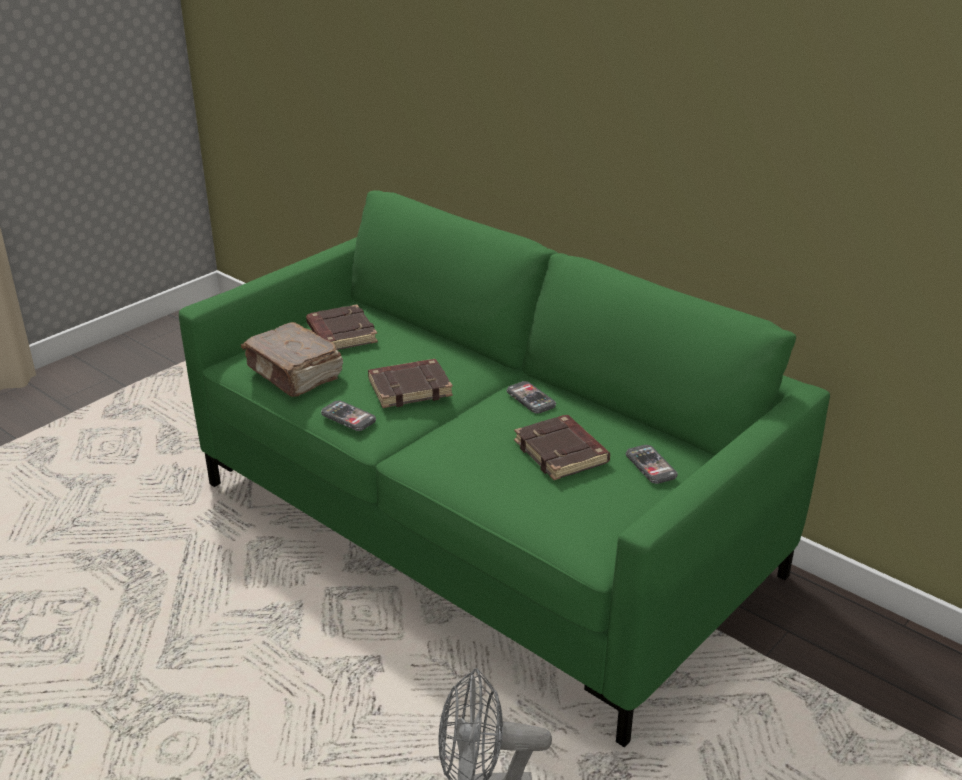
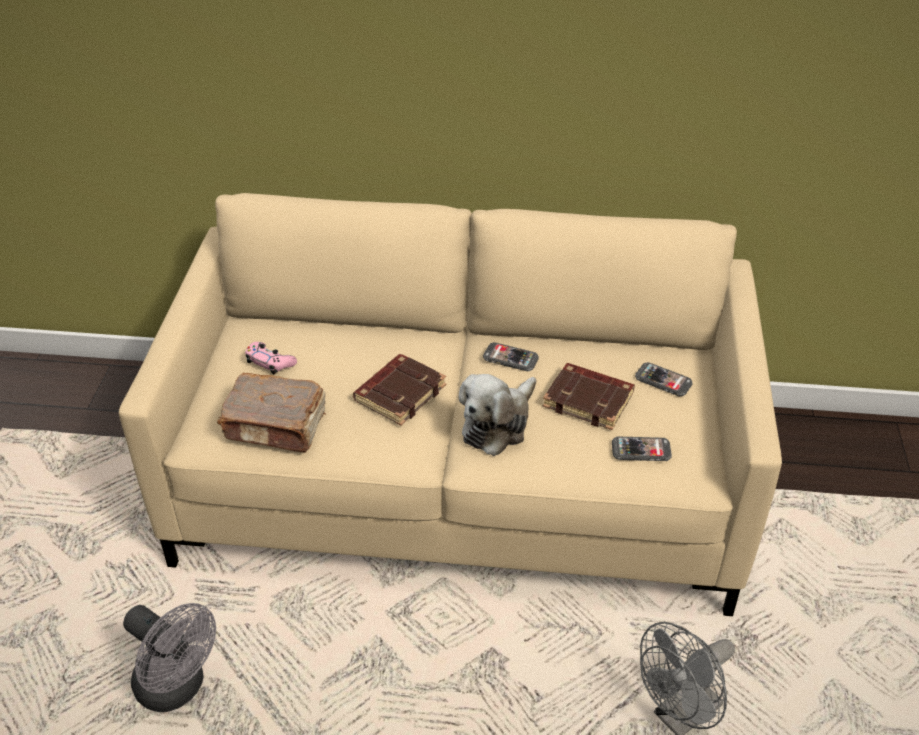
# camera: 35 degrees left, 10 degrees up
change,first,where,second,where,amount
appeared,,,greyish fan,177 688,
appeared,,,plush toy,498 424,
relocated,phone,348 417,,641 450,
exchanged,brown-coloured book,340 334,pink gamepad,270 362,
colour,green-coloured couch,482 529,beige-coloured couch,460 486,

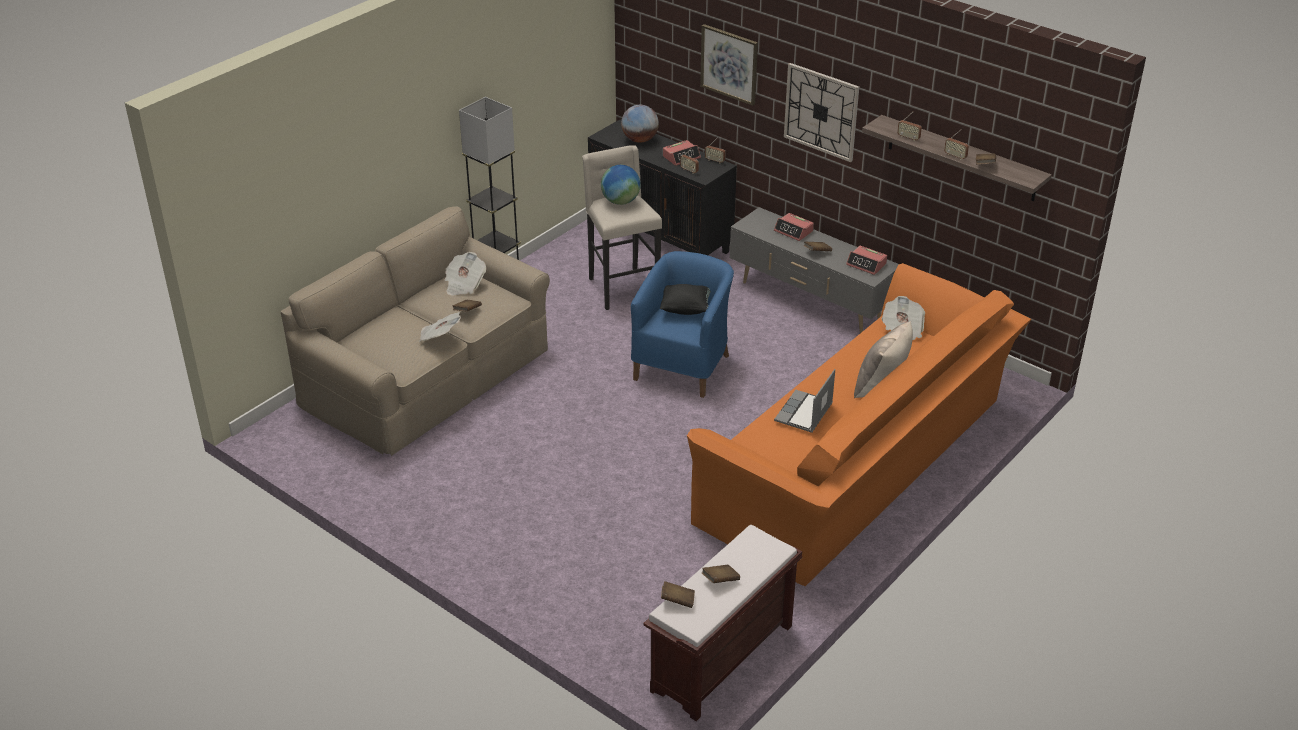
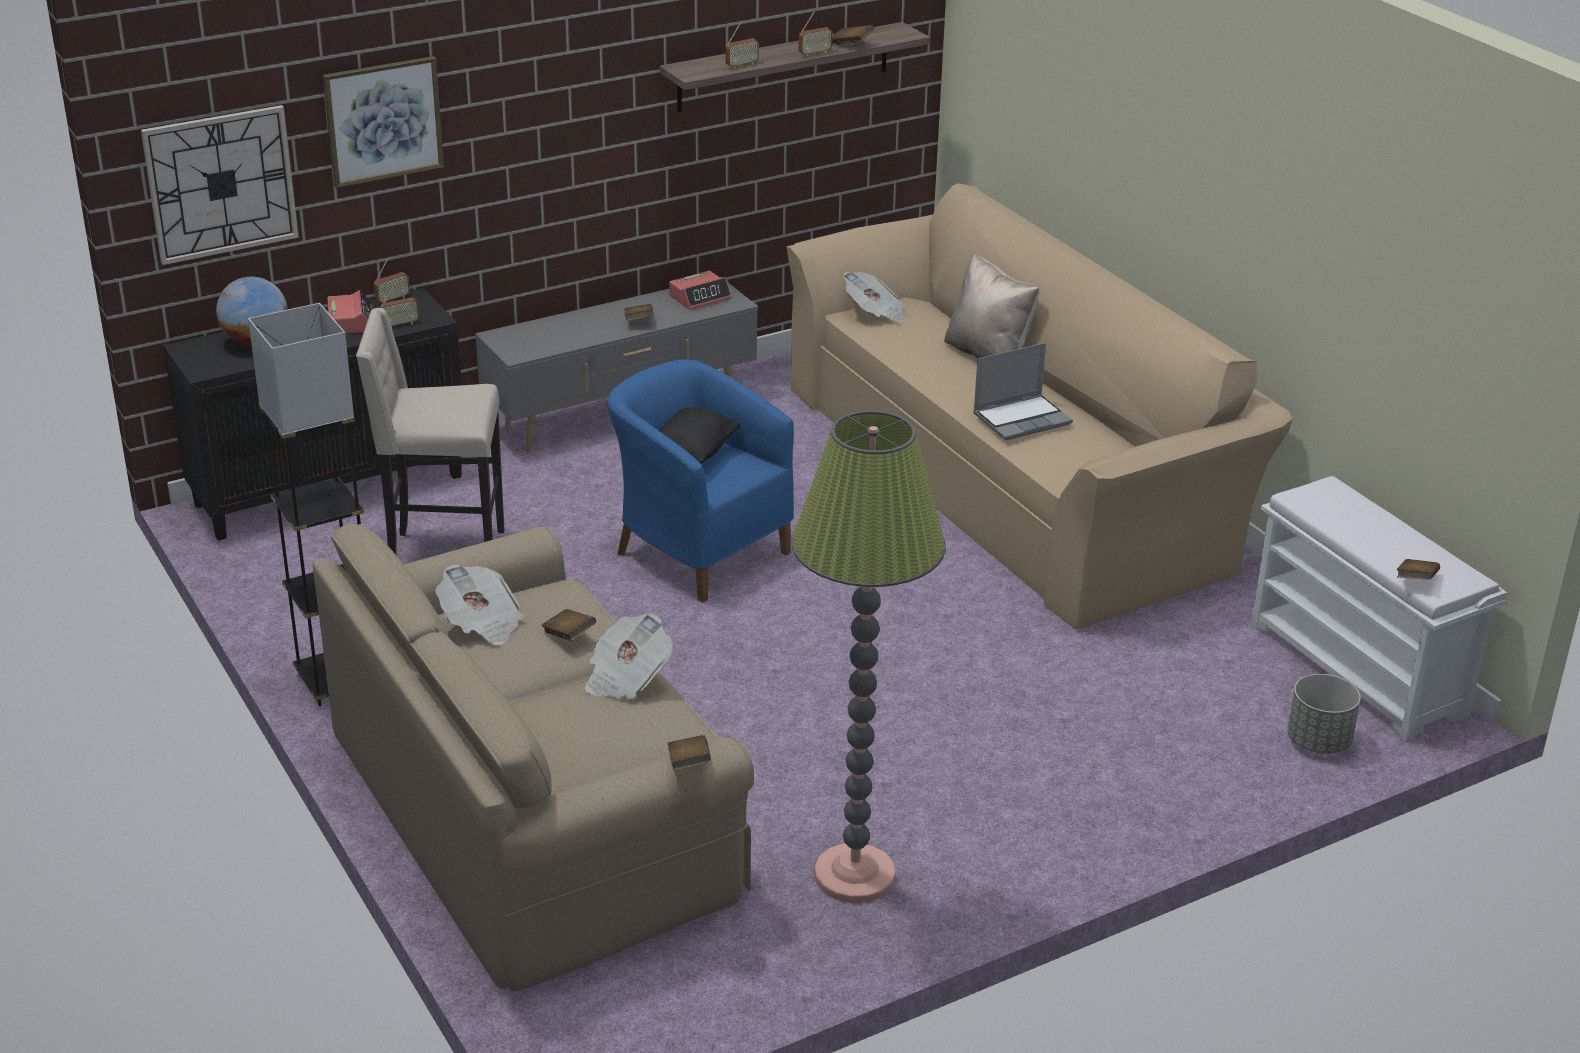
# camera: 70 degrees left, 5 degrees down
change,first,where,second,where,amount
missing,world globe,621 201,,,
missing,bedside clock,793 231,,,
appeared,,,floor lamp,855 875,
appeared,,,greyish plant pot,1318 742,
relocated,brown-coloured book,720 580,,689 764,
relocated,clock on the wall,821 112,,221 184,
colour,brown-coloured long seat,721 660,whitish long seat,1358 671,
colour,orange couch,861 465,beige-coloured couch,1014 473,
spun,notebook computer,804 413,,1022 418,75 degrees counterclockwise

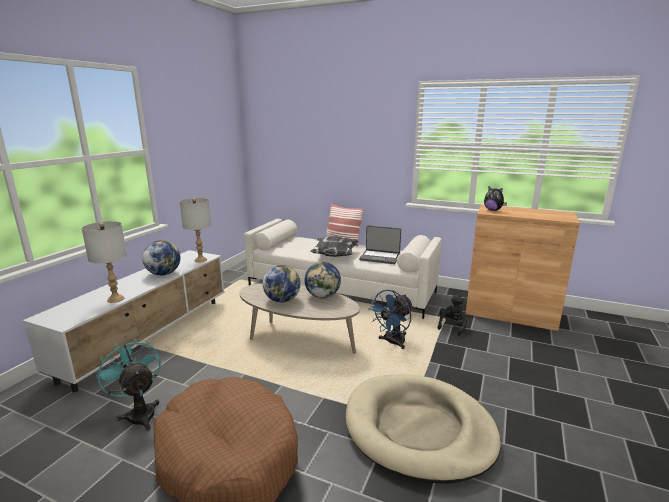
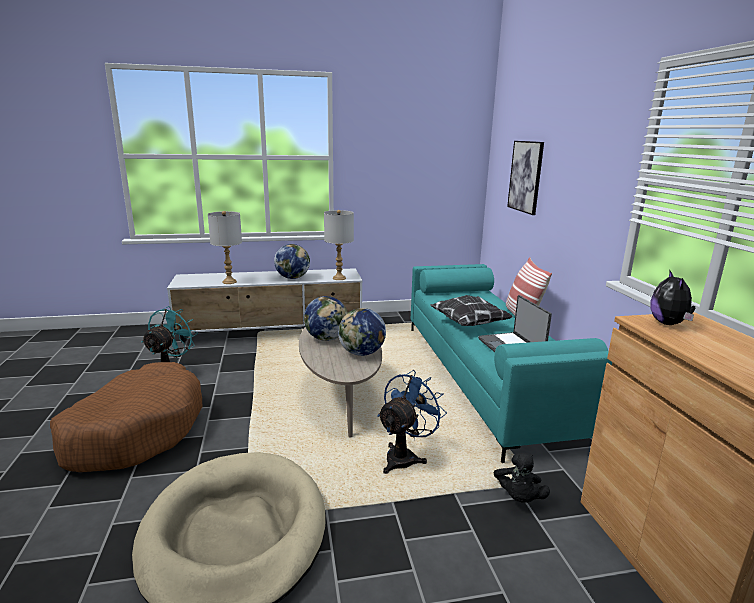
# camera: 55 degrees right, 0 degrees up
change,first,where,second,where,amount
appeared,,,wall art,525 176,
colour,whitish couch,341 289,blue-green couch,487 378,
spun,blue fan,392 343,,405 457,120 degrees clockwise
spun,blackish plush toy,452 326,,518 497,105 degrees clockwise

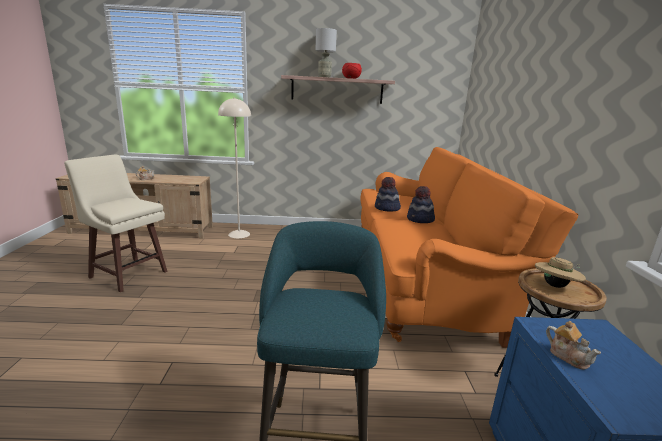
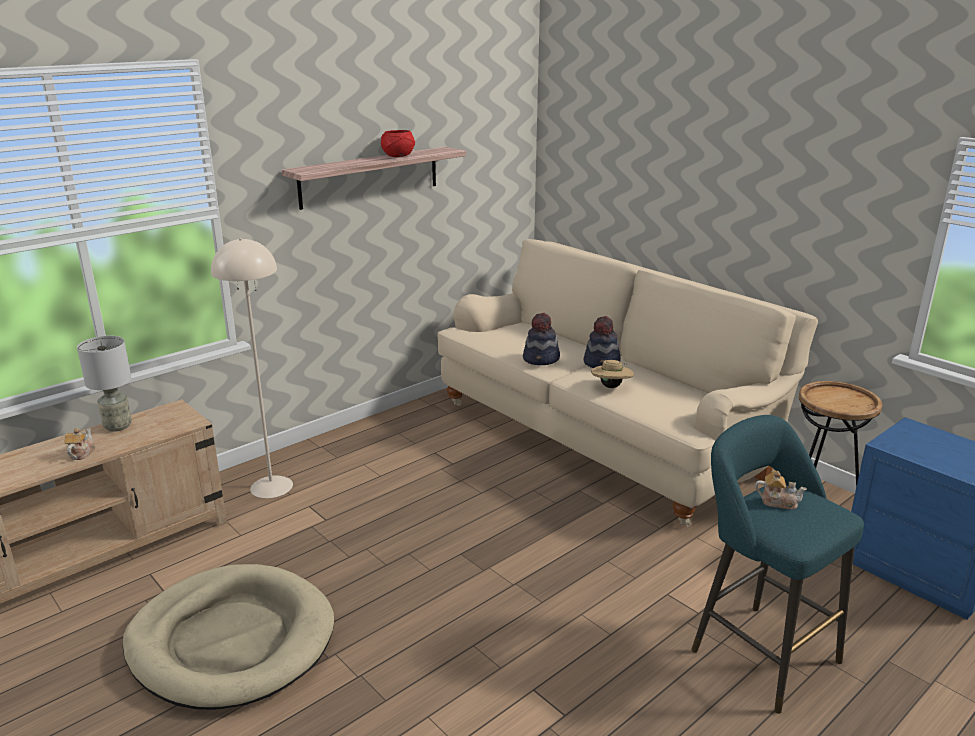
# camera: 40 degrees left, 5 degrees up
change,first,where,second,where,amount
relocated,greyish lamp for a table,324 77,,118 426,
relocated,beige-coloured clothing hat,555 286,,611 387,
relocated,tea pot,568 356,,778 502,
exchanged,beige-coloured sitting stool,128 273,beige-coloured pet bed,231 641,
colour,orange couch,423 276,beige-coloured couch,602 436,

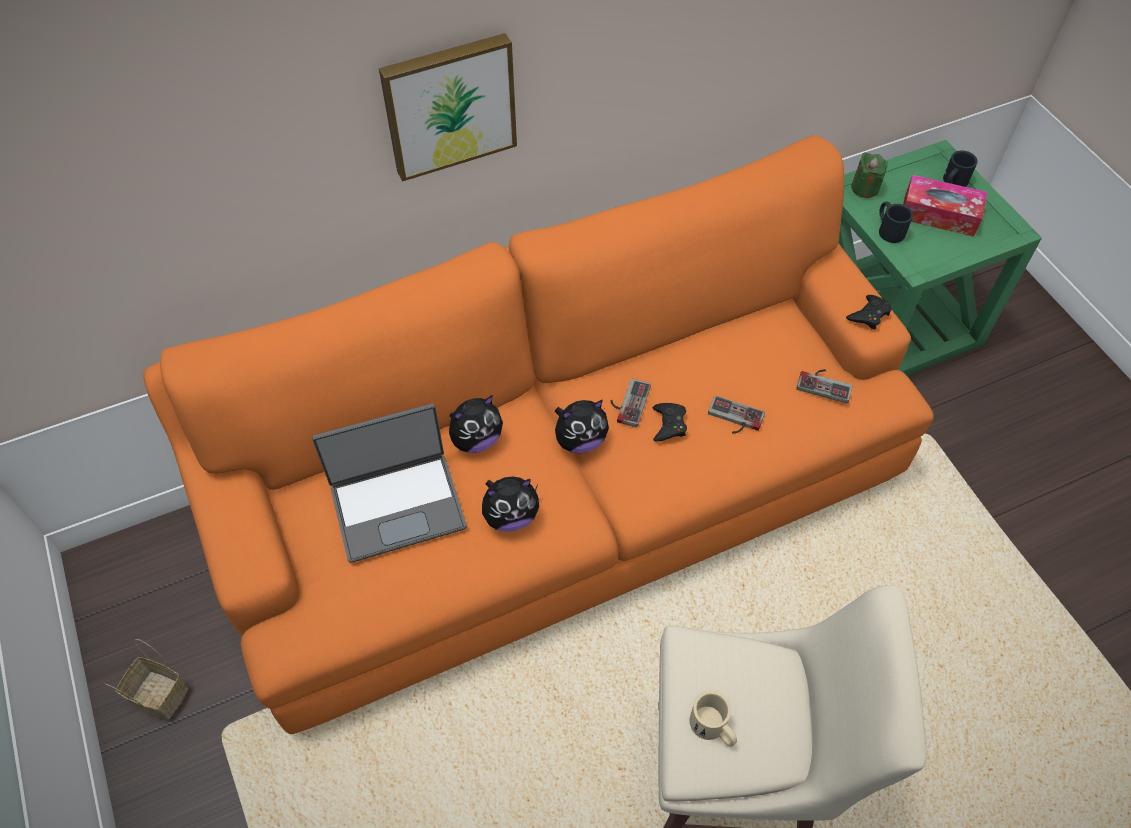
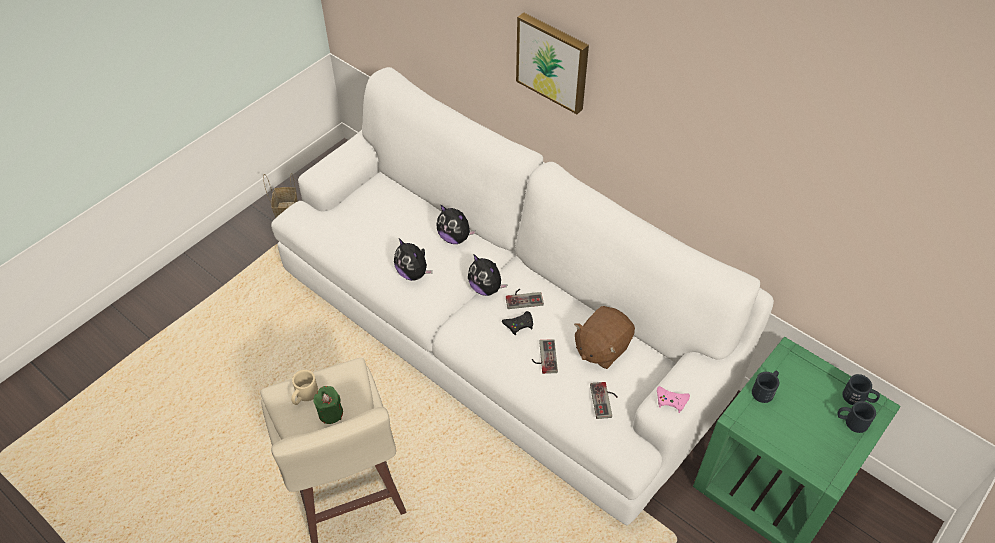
# camera: 65 degrees right, 5 degrees down
change,first,where,second,where,amount
missing,notebook computer,397 505,,,
missing,tissue box,939 214,,,
appeared,,,brown-coloured plush toy,601 348,
appeared,,,blackish coffee mug,858 398,
relocated,green-coloured wax light,865 188,,330 413,
colour,orange couch,564 490,whitish couch,498 331,
colour,blackish gamepad,869 315,pink gamepad,671 400,

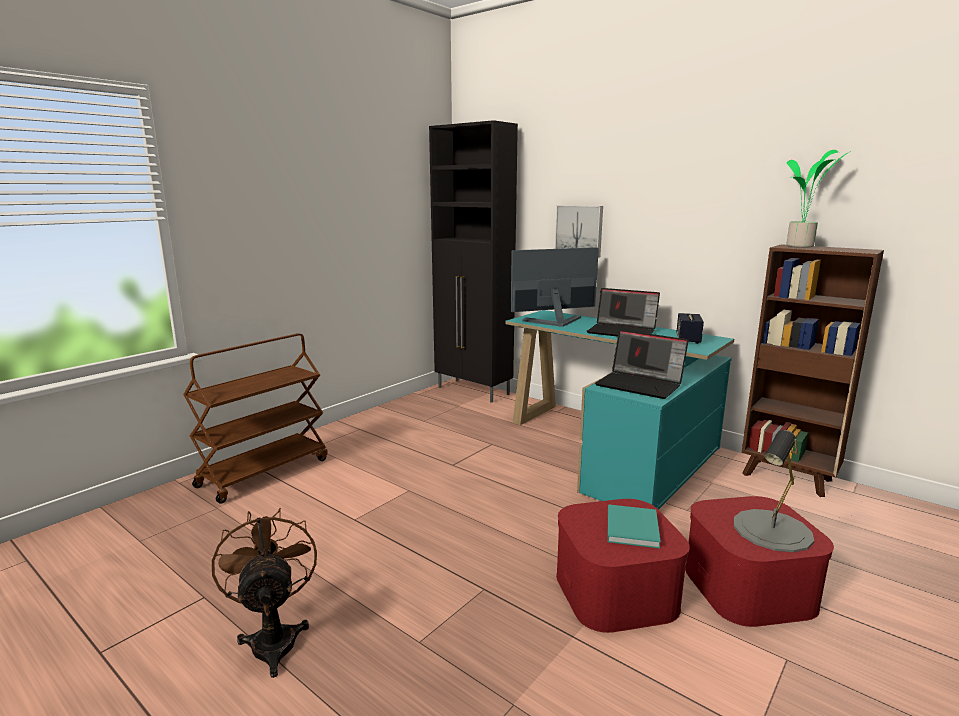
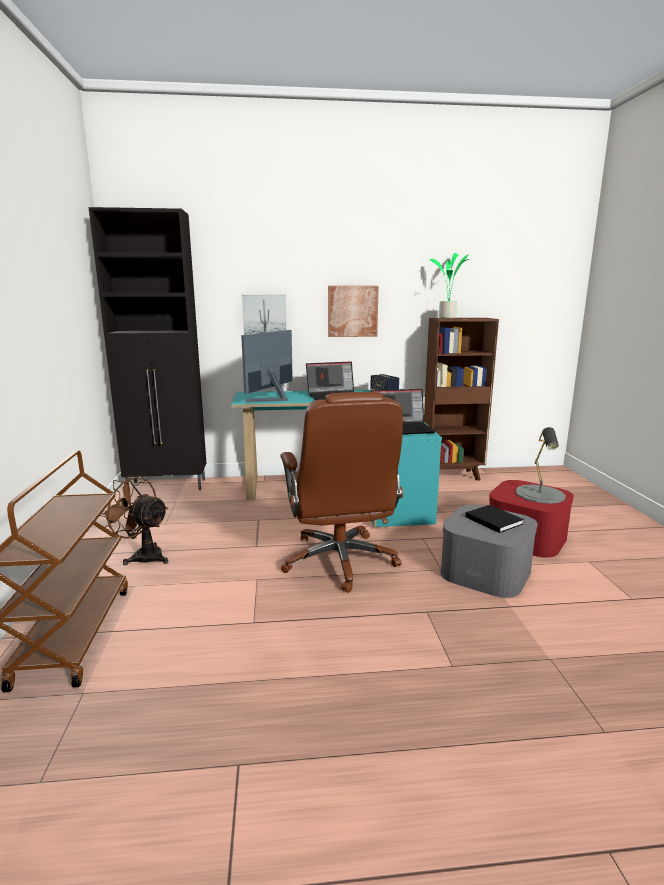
# camera: 45 degrees left, 0 degrees up
change,first,where,second,where,amount
appeared,,,brown-coloured computer chair,340 561,
appeared,,,wall art,352 311,
relocated,brown-coloured fan,274 638,,143 556,
colour,red-coloured storage bin,616 591,greyish storage bin,486 571,
colour,blue-green book,632 527,blackish book,492 520,

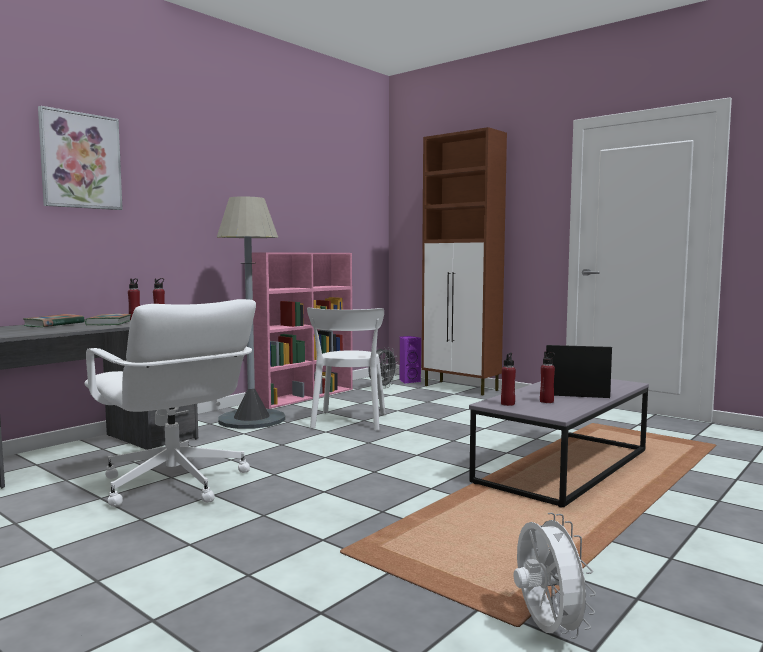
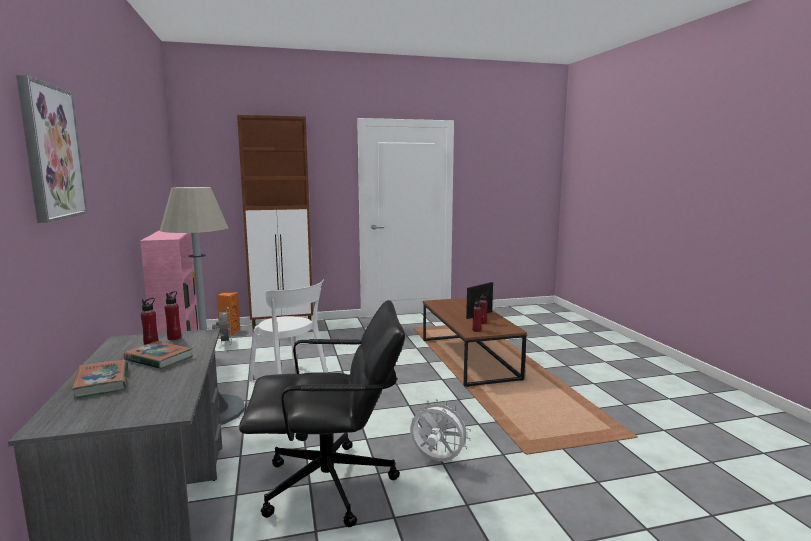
# camera: 55 degrees left, 5 degrees up
change,first,where,second,where,amount
relocated,whitish fan,546 629,,437 461,
colour,whitish computer chair,173 484,blackish computer chair,330 486,
colour,purple loudspeaker,409 381,orange loudspeaker,229 332,
colour,greyish low table,563 466,brown-coloured low table,468 359,

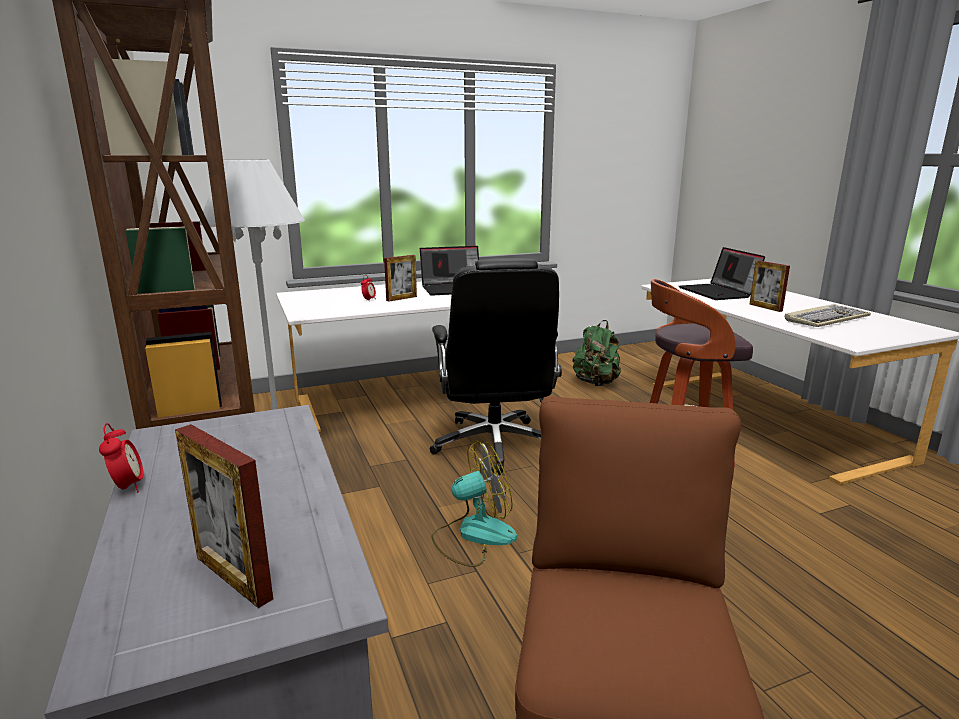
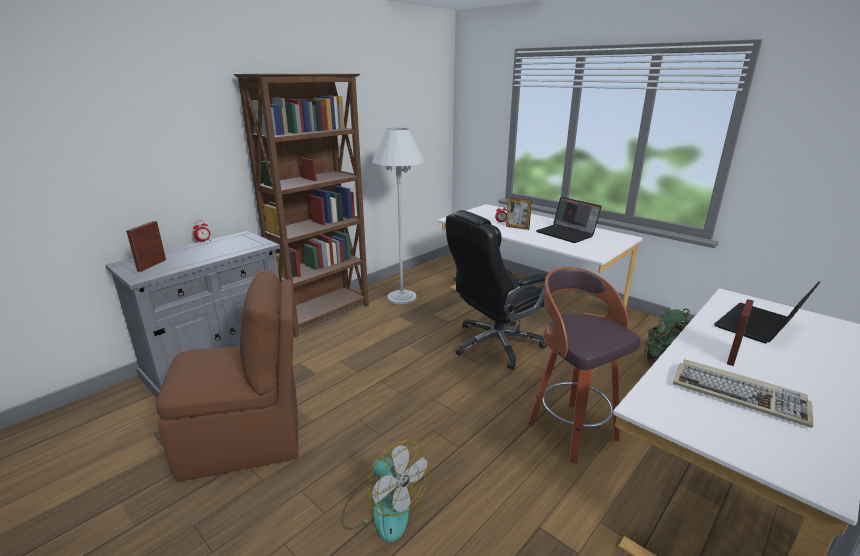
# camera: 65 degrees right, 5 degrees up
change,first,where,second,where,amount
relocated,fan,473 535,,383 509,

